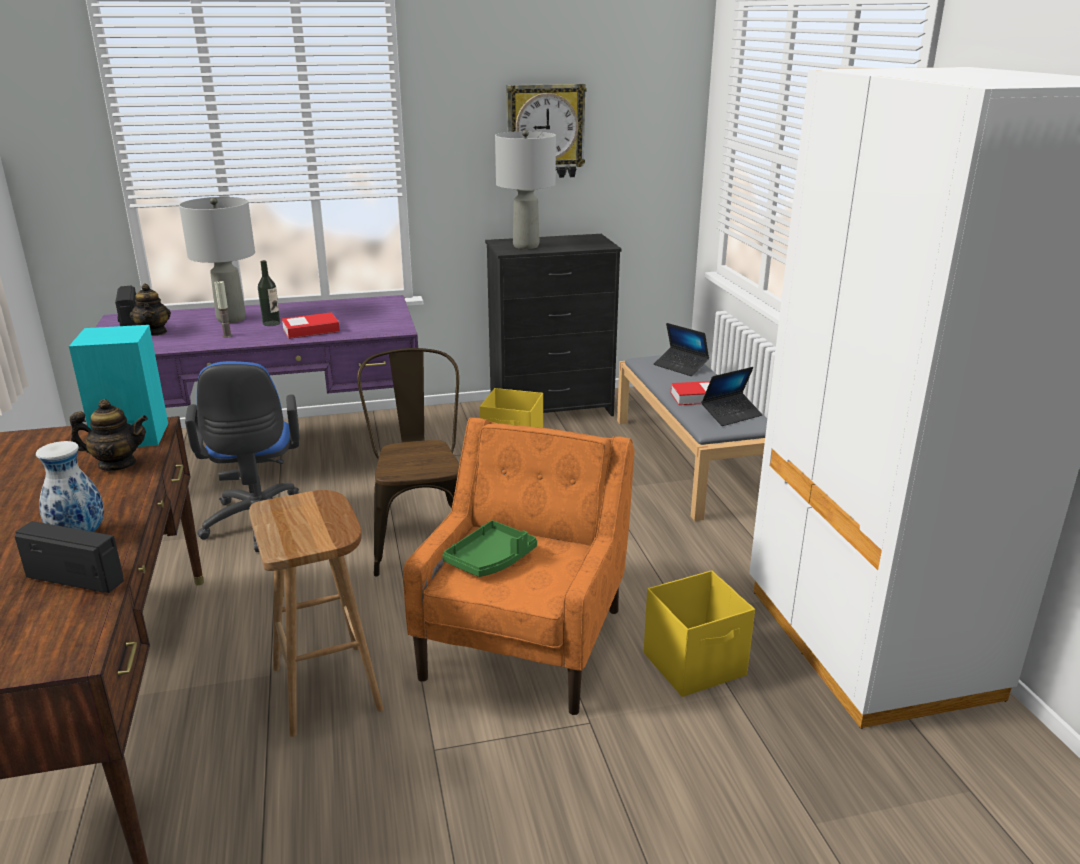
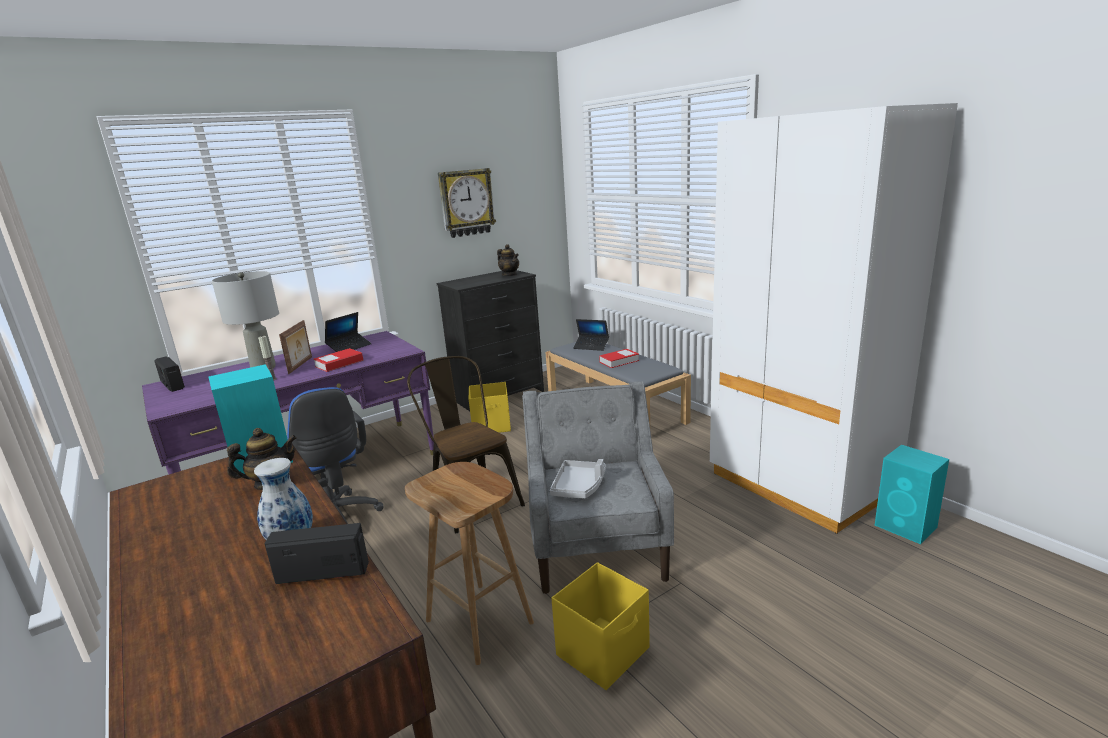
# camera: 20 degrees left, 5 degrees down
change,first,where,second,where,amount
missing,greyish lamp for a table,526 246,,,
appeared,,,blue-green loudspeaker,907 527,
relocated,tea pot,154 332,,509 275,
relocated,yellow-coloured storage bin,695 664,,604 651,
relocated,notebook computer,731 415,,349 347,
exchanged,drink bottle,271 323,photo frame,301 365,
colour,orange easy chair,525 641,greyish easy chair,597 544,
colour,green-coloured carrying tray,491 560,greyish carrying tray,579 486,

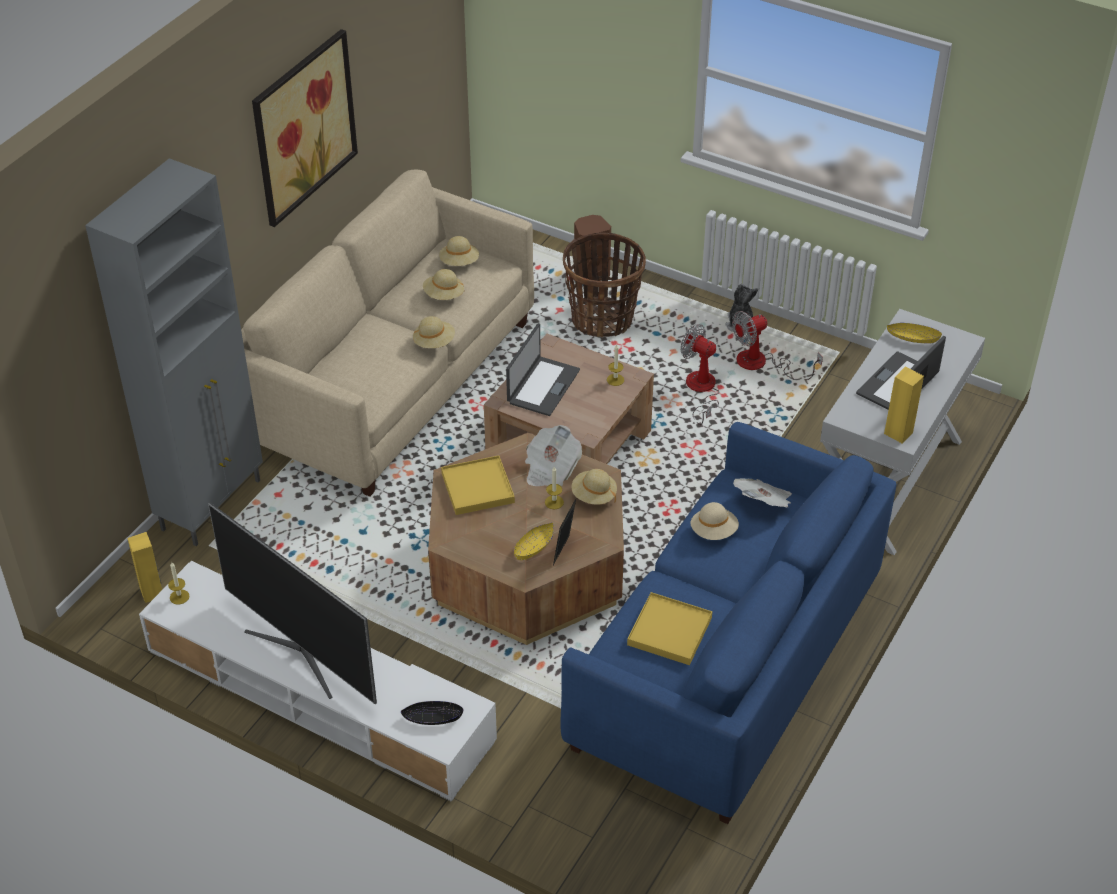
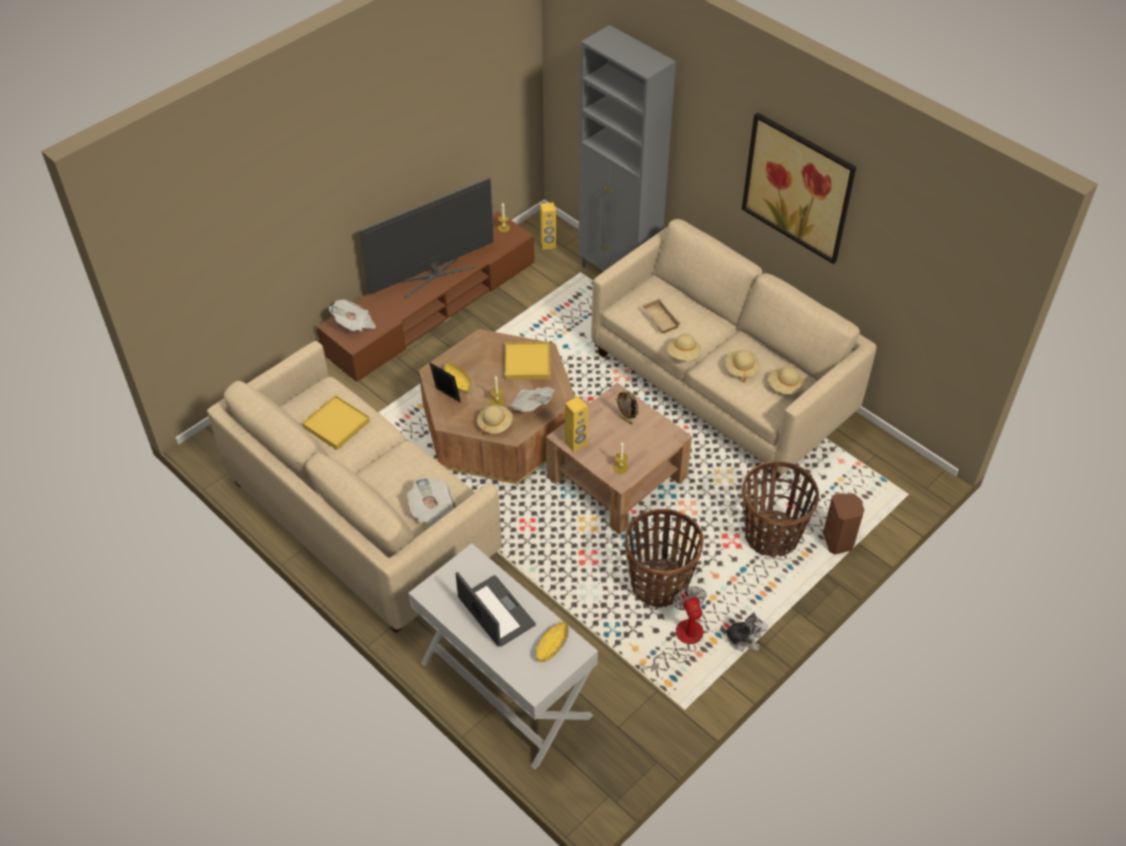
# camera: 105 degrees right, 5 degrees up
change,first,where,second,where,amount
missing,beige-coloured clothing hat,714 531,,,
appeared,,,beige-coloured carrying tray,659 319,
relocated,yellow-coloured loudspeaker,898 433,,576 444,
exchanged,blackish bowl,432 718,newspaper,354 324,
exchanged,notebook computer,542 386,photo frame,626 420,
exchanged,fan,701 390,storage basket,659 583,
colour,whitish tv unit,318 695,brown-coloured tv unit,432 308,
colour,blue couch,726 665,beige-coloured couch,361 518,

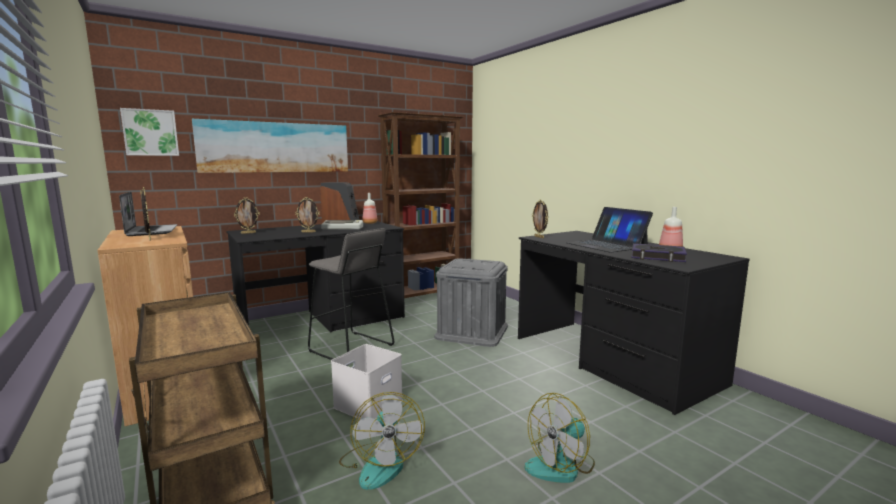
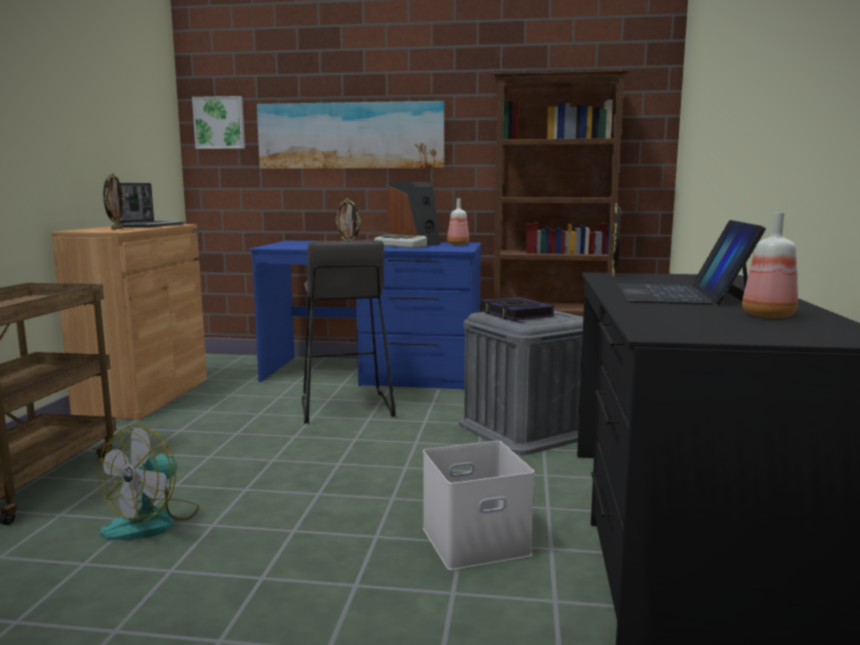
# camera: 40 degrees right, 0 degrees up
change,first,where,second,where,amount
missing,photo frame,248 233,,,
missing,fan,561 466,,,
relocated,whitish storage bin,368 403,,476 540,
relocated,book,657 257,,516 314,
colour,blackish desk table,322 321,blue desk table,374 373,

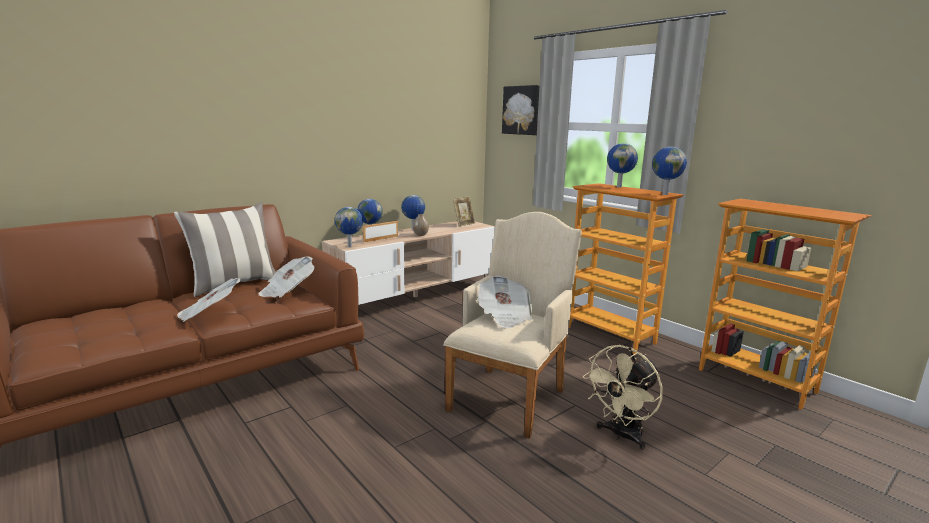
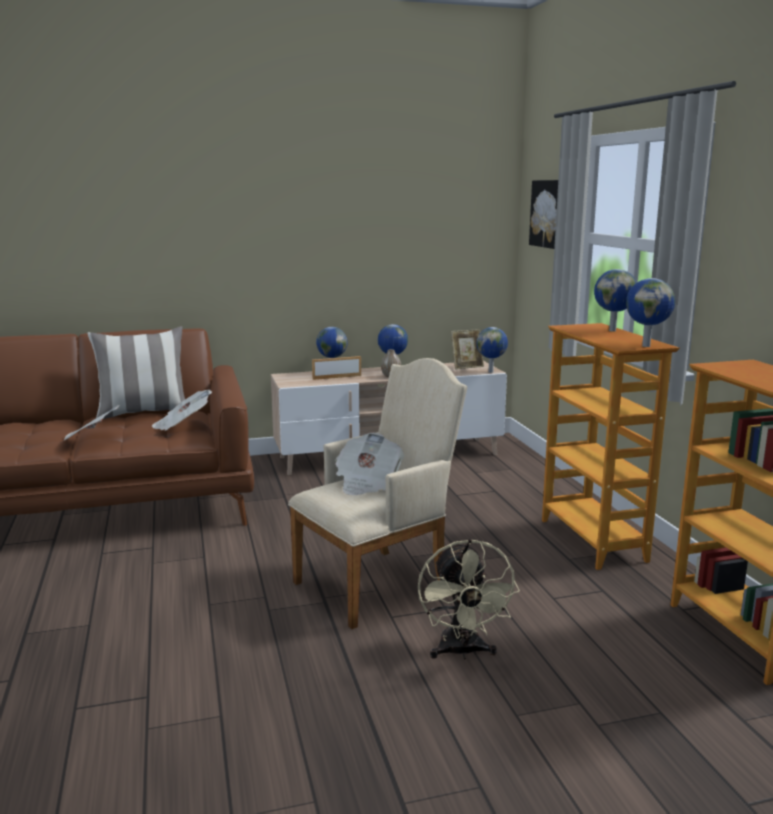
# camera: 25 degrees right, 0 degrees up
change,first,where,second,where,amount
relocated,world globe,350 246,,491 372,
spun,beige-coloured fan,621 435,,462 652,75 degrees counterclockwise

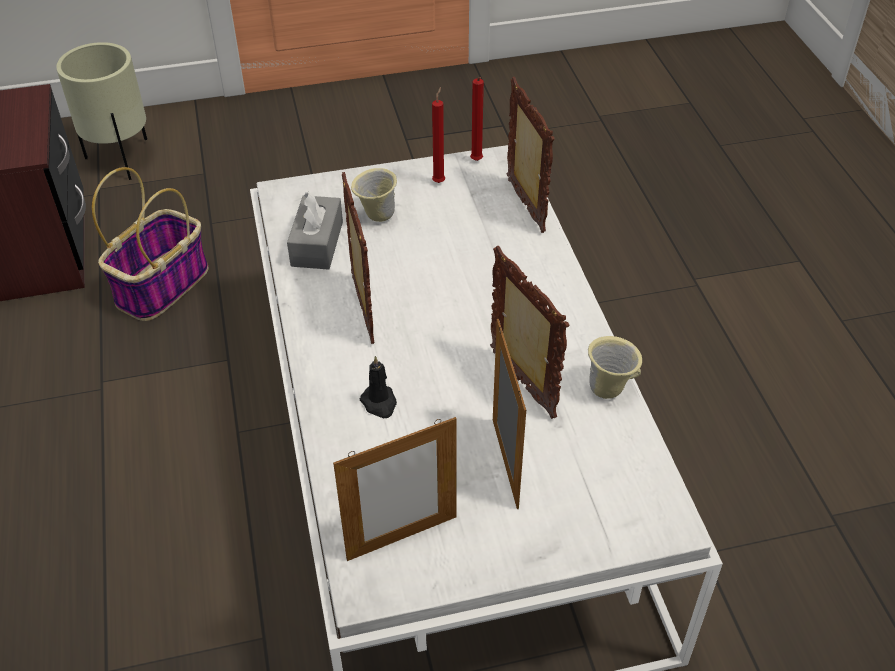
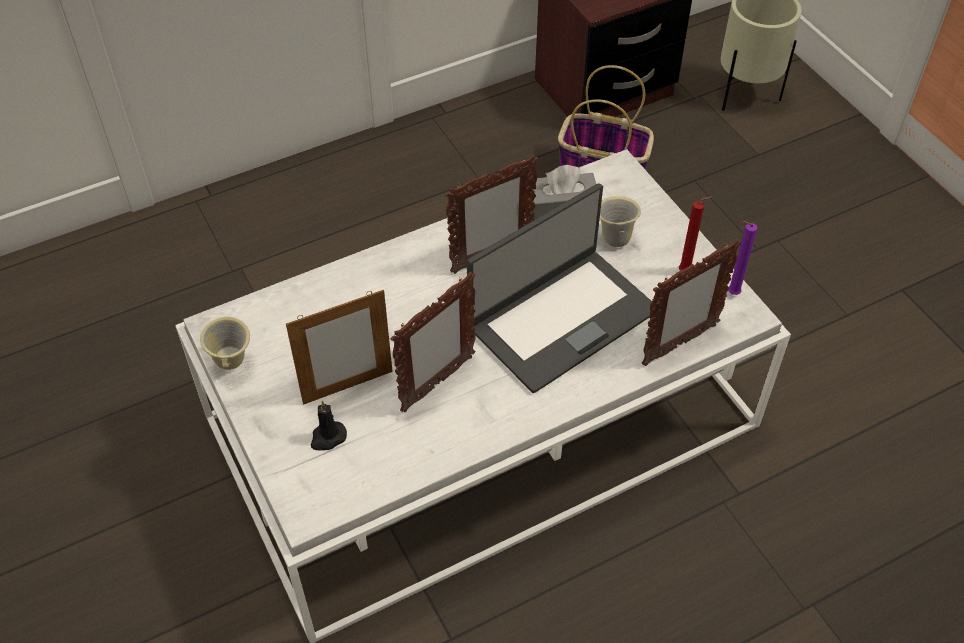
# camera: 75 degrees right, 5 degrees up
change,first,where,second,where,amount
missing,photo frame,402 537,,,
appeared,,,notebook computer,561 318,
relocated,blackish wax light,379 403,,327 437,
relocated,beige-coloured coffee mug,609 389,,233 364,
colour,red-coloured wax light,476 162,purple wax light,731 293,

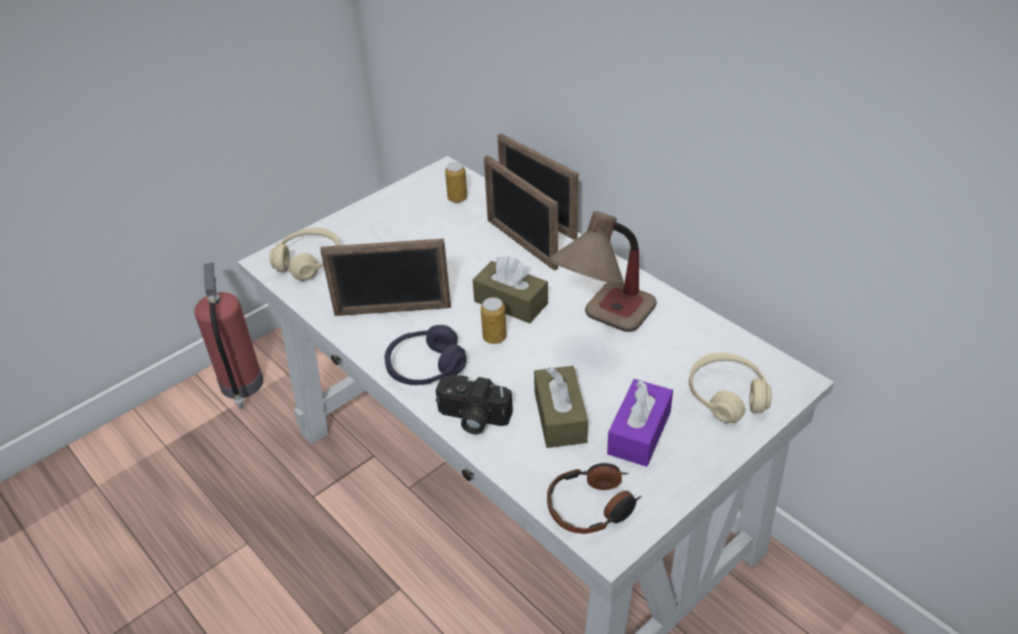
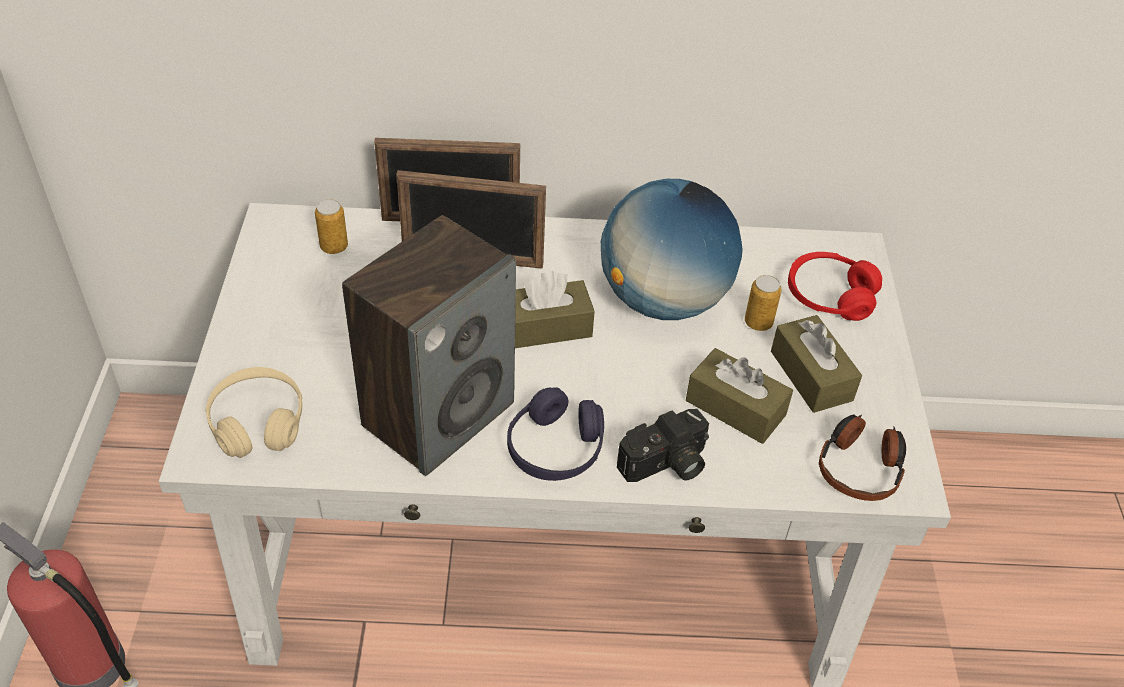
# camera: 50 degrees left, 5 degrees up
change,first,where,second,where,amount
relocated,sealed can,494 337,,758 322,
exchanged,photo frame,392 310,loudspeaker,438 413,
exchanged,lamp for a table,604 329,world globe,663 300,
colour,purple tissue box,639 433,brown-coloured tissue box,811 375,
colour,beige-coloured pair of headphones,726 396,red-coloured pair of headphones,830 296,

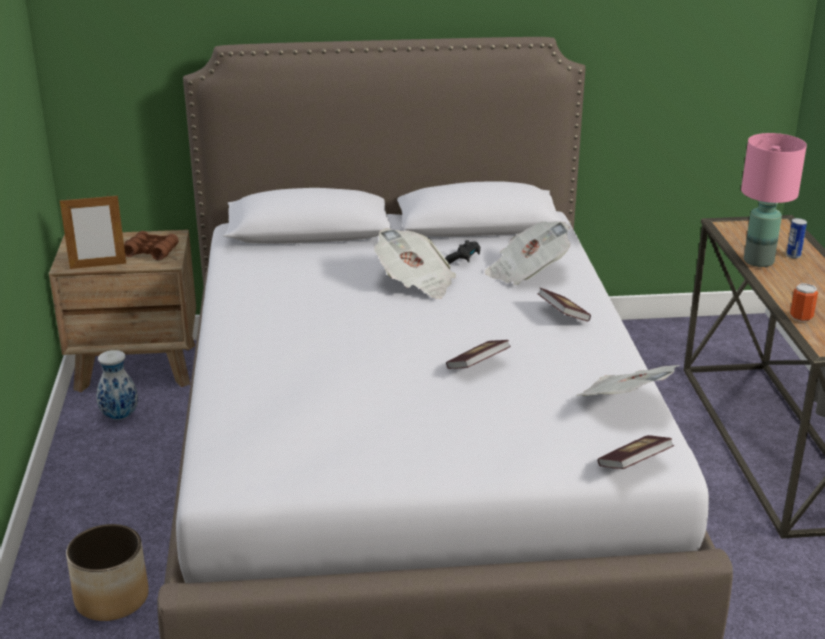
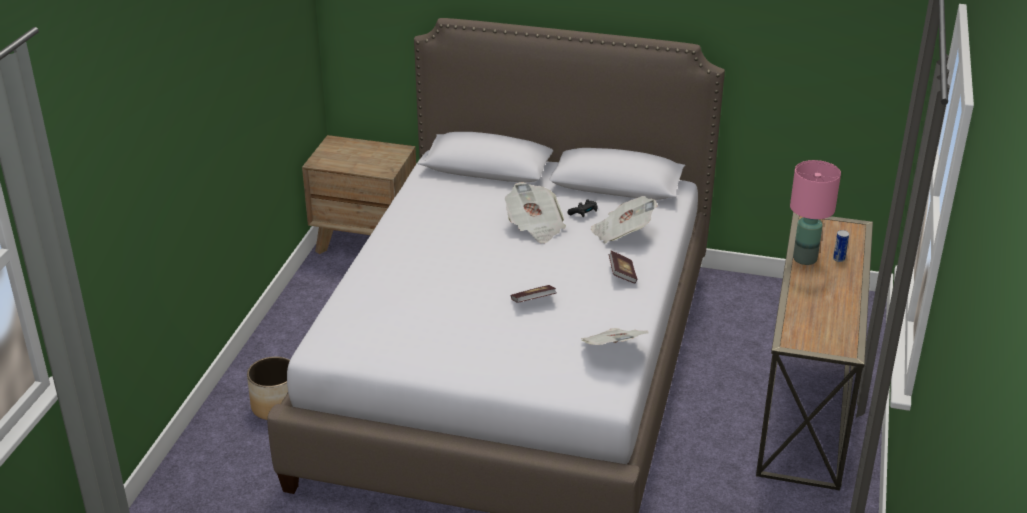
# camera: 20 degrees right, 5 degrees up
change,first,where,second,where,amount
missing,photo frame,98 266,,,
missing,flower vase,120 416,,,
missing,brown-coloured field glasses,151 252,,,
missing,book,634 464,,,
missing,sealed can,801 317,,,

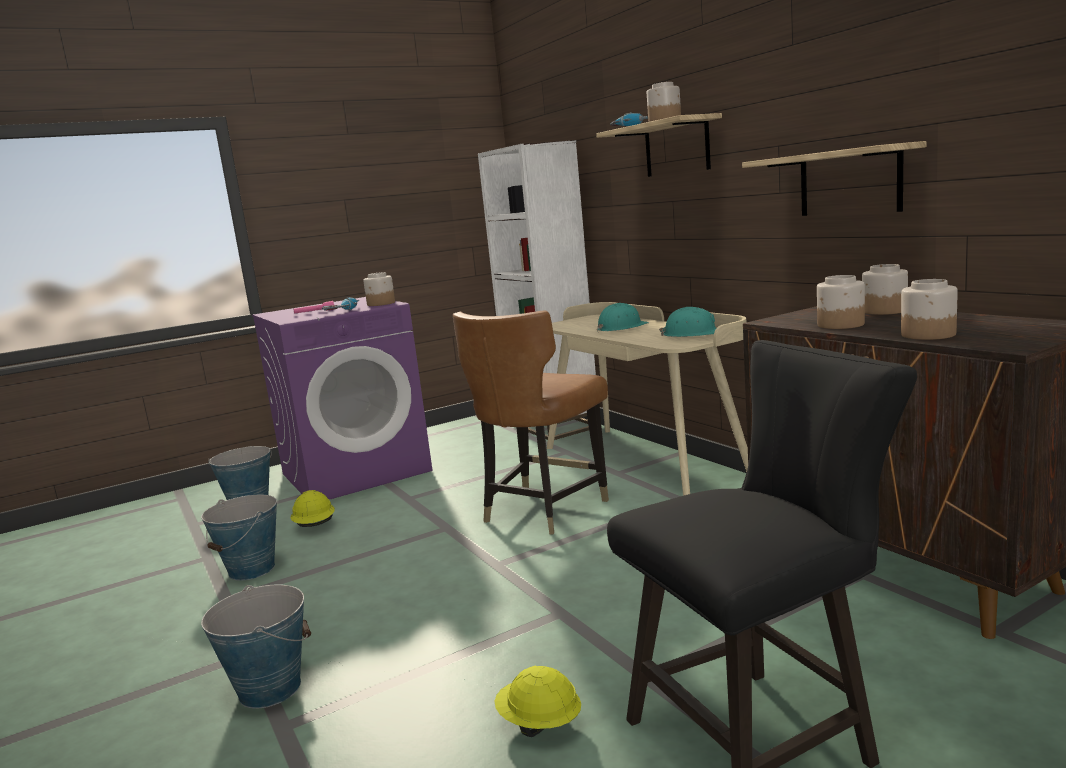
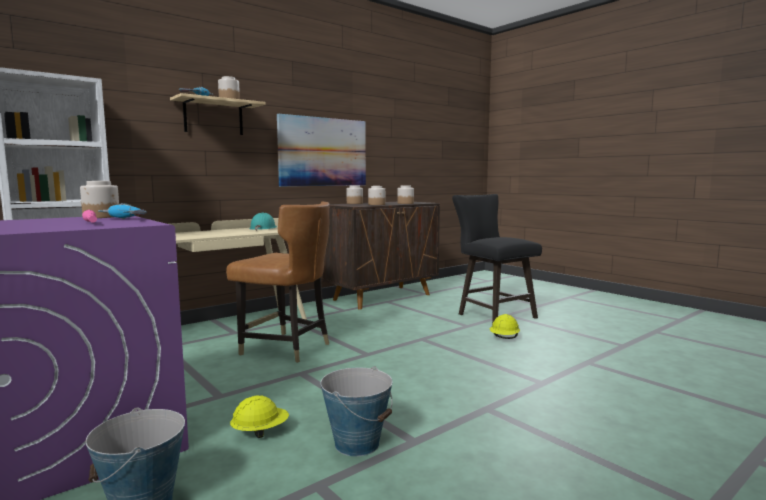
# camera: 100 degrees left, 5 degrees down
change,first,where,second,where,amount
missing,pail,270 688,,,
missing,blue-green hard hat,621 328,,,
exchanged,wall shelf,849 182,wall art,323 152,

